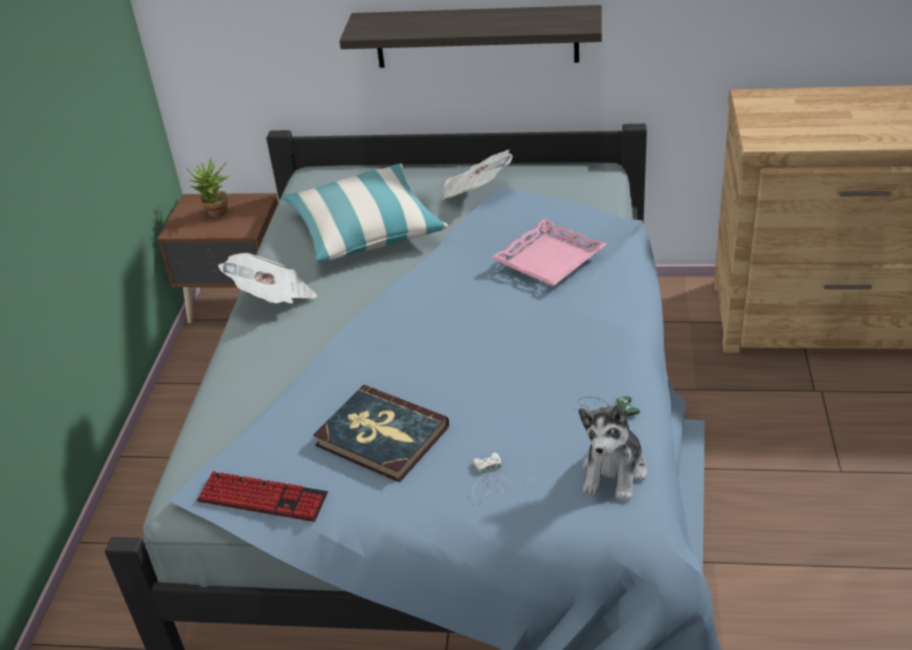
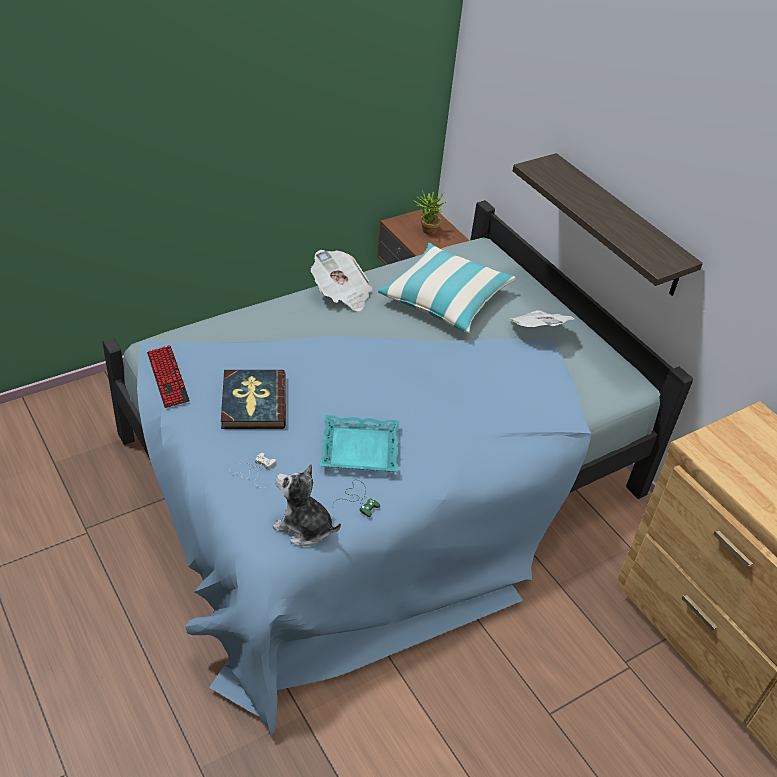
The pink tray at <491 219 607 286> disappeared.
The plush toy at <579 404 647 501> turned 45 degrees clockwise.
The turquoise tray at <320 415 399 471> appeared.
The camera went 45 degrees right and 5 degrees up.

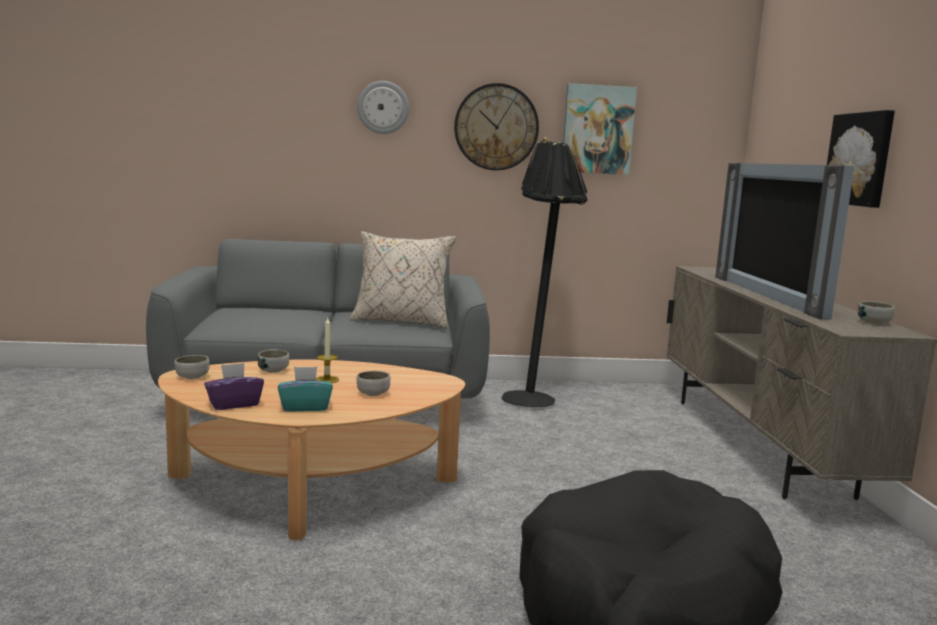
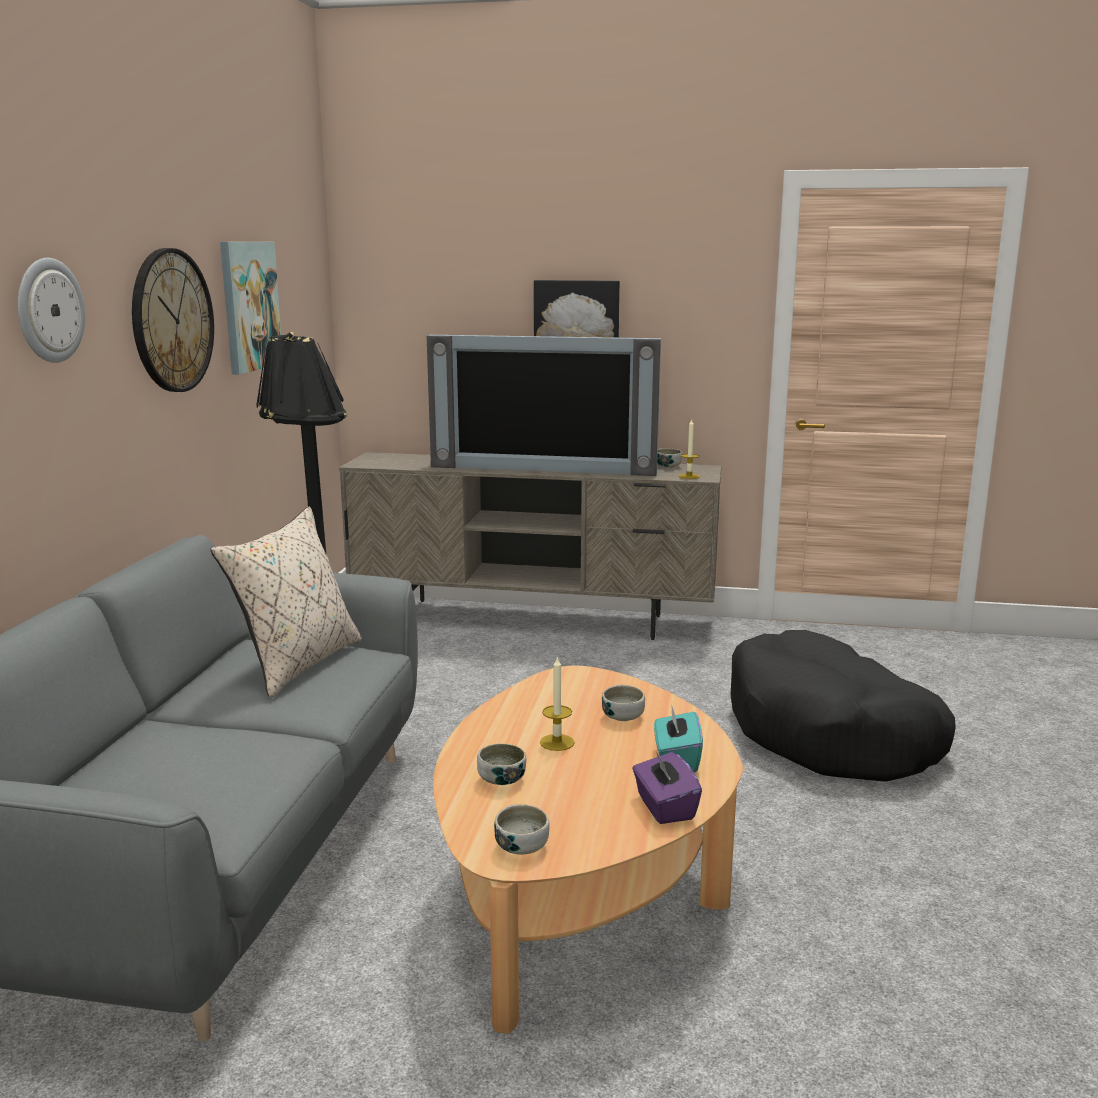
The candle at <678 419 700 479> appeared.
The camera went 75 degrees left and 5 degrees up.

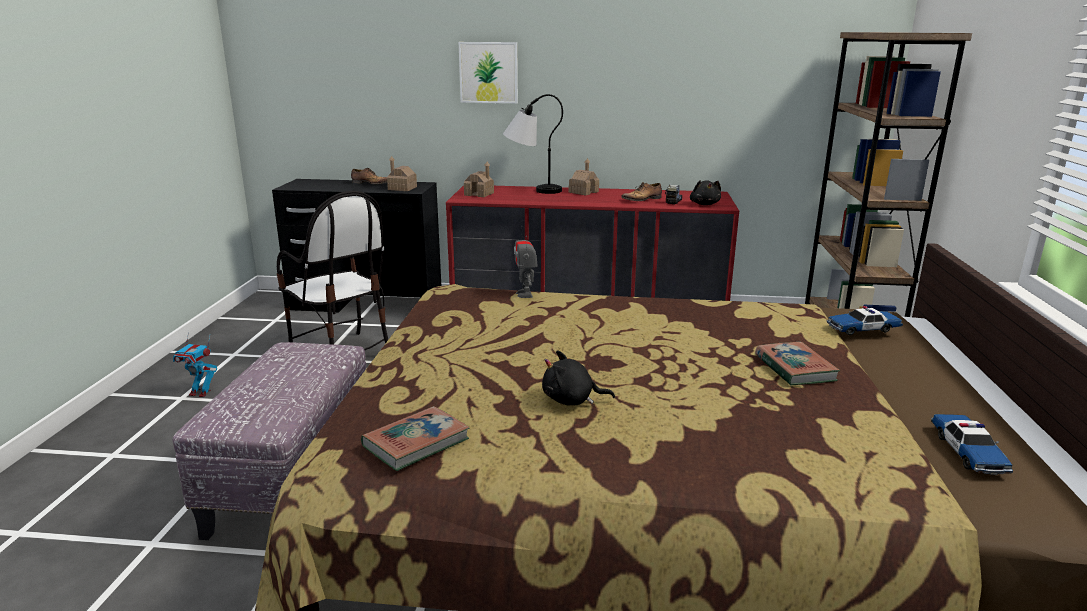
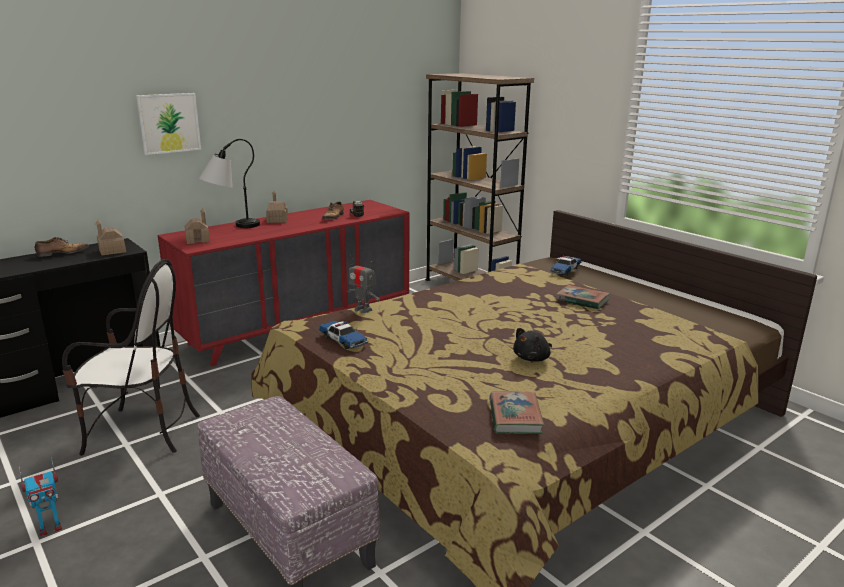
The black plush toy at <690 180 721 205> disappeared.
The toy car moved from <931 414 1013 475> to <319 321 368 349>.
The camera went 45 degrees left and 0 degrees up.

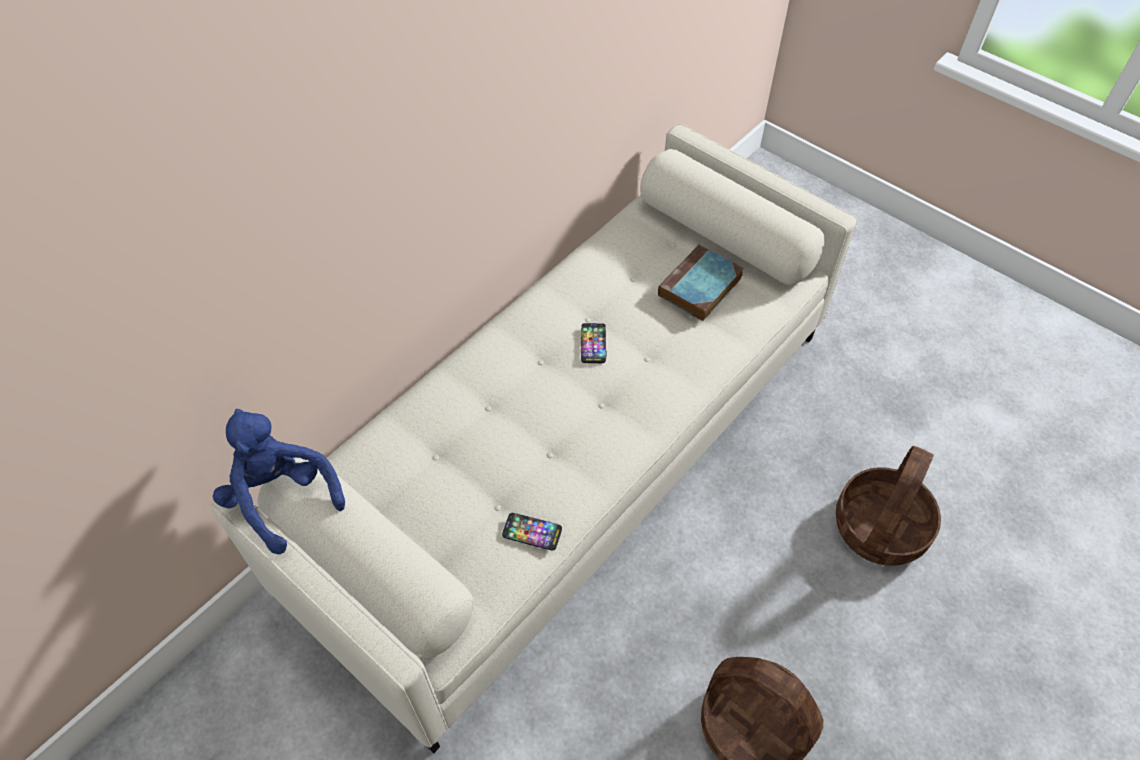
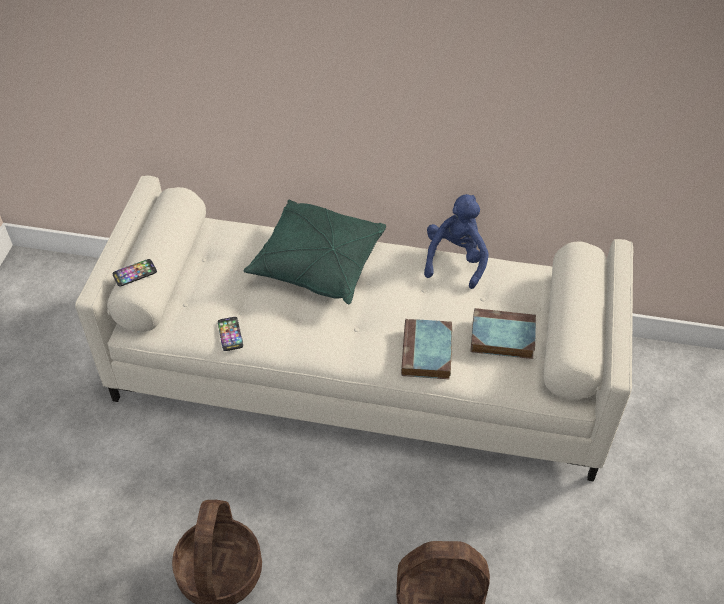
The phone moved from <581 323 607 363> to <112 259 157 287>.
The blue plush toy moved from <213 409 345 555> to <424 194 489 289>.
The green pillow at <244 200 386 304> appeared.
The book at <401 319 452 379> appeared.
The camera went 60 degrees right and 5 degrees down.

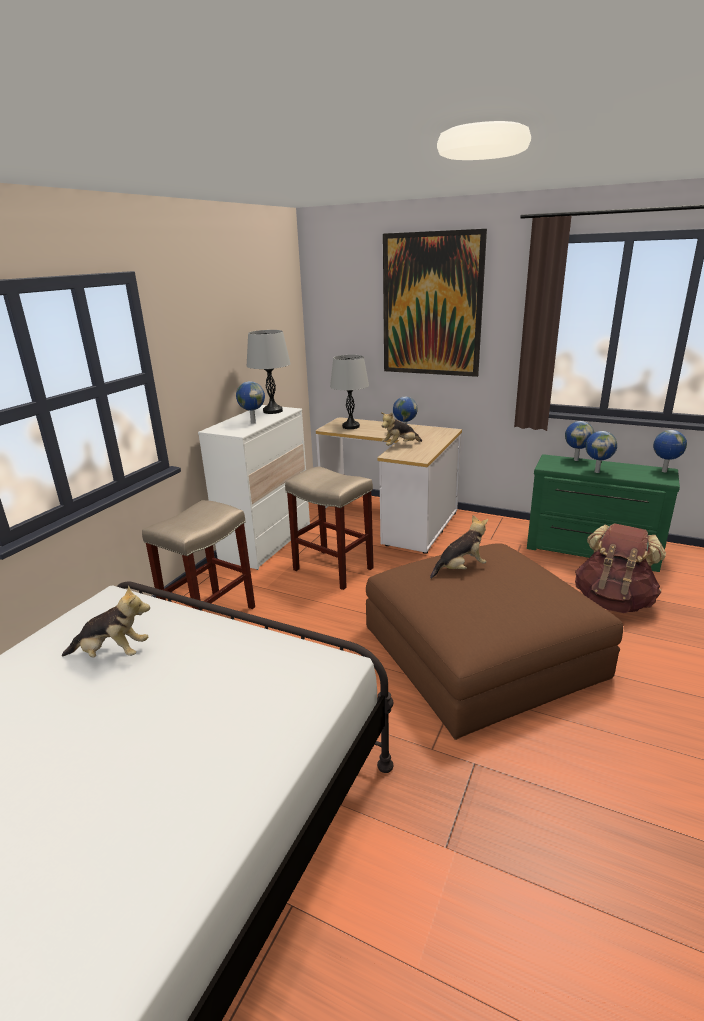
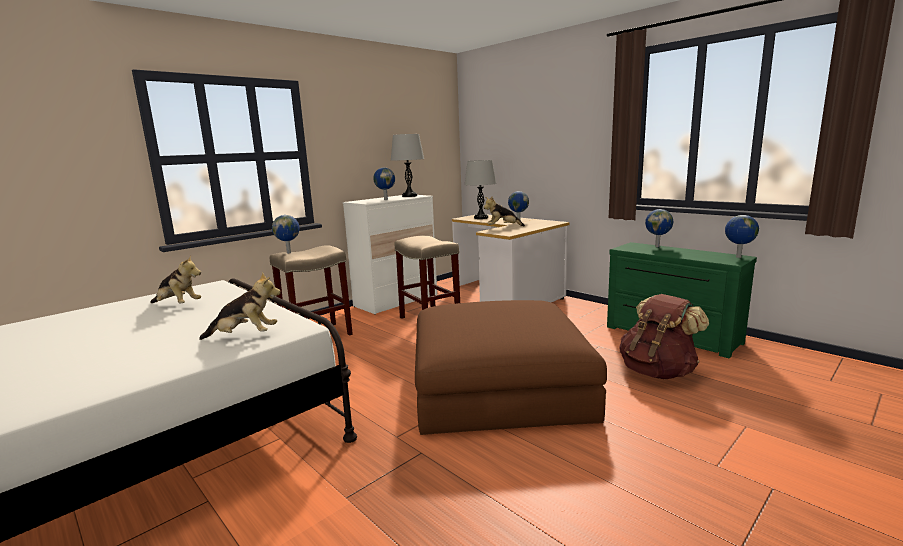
The picture at <383 229 487 377> disappeared.
The globe moved from <586 431 617 473> to <272 215 300 253>.
The plush toy moved from <430 515 488 579> to <199 272 281 340>.
The camera went 20 degrees right and 10 degrees down.

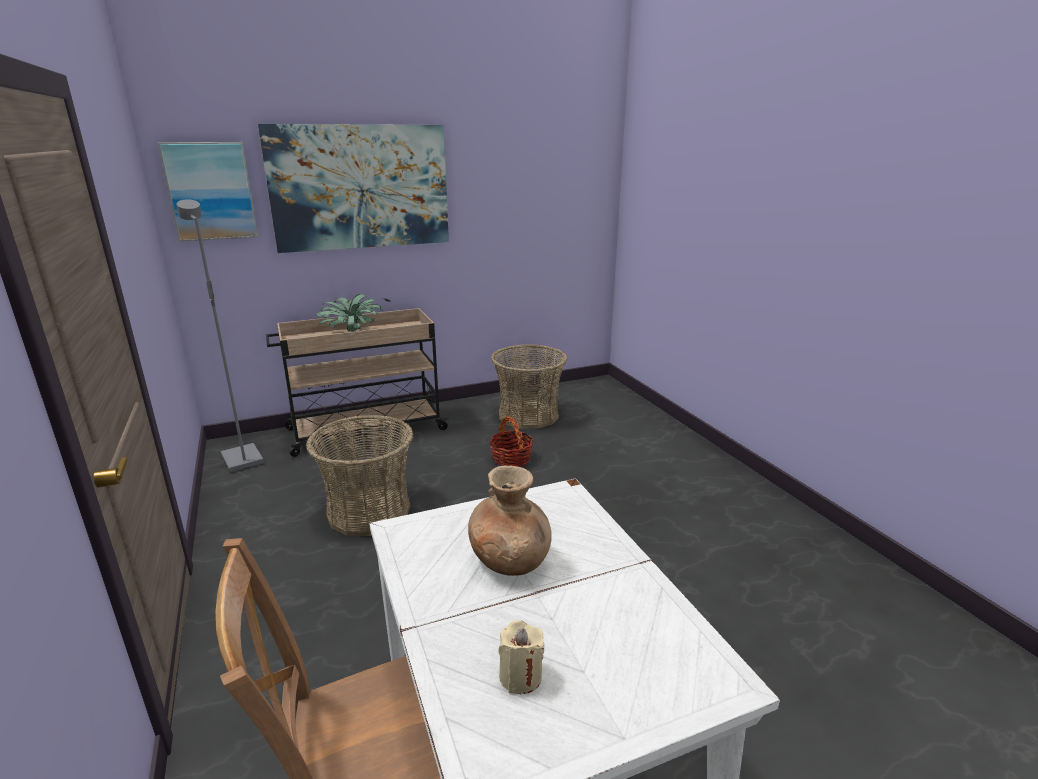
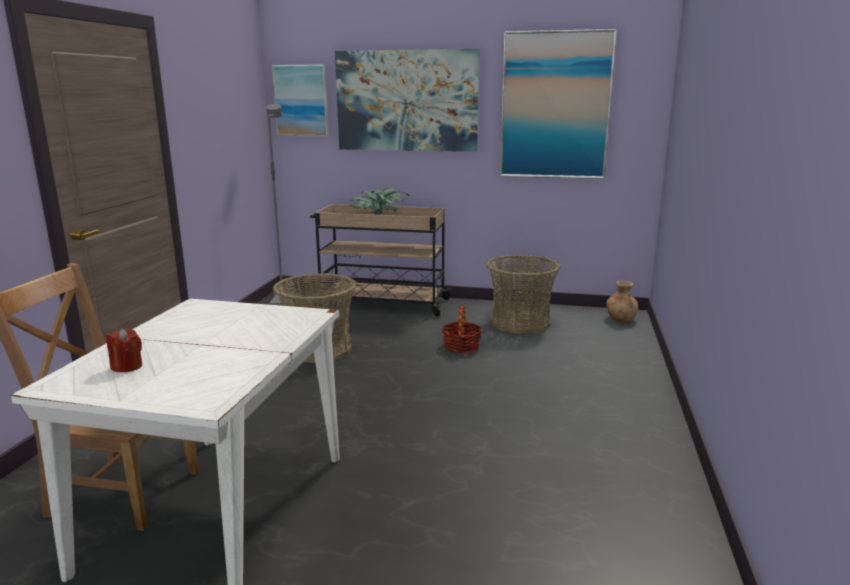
The brown vase moved from <468 466 552 576> to <606 280 638 322>.
The beige candle at <498 620 545 694> became the red candle at <106 329 142 372>.
The picture at <500 29 617 179> appeared.
The camera went 35 degrees right and 5 degrees down.

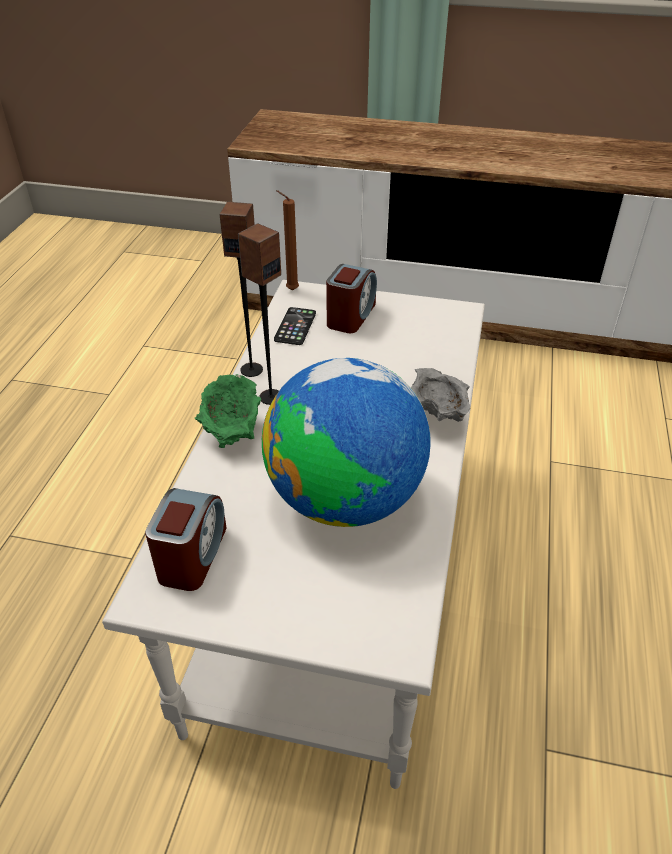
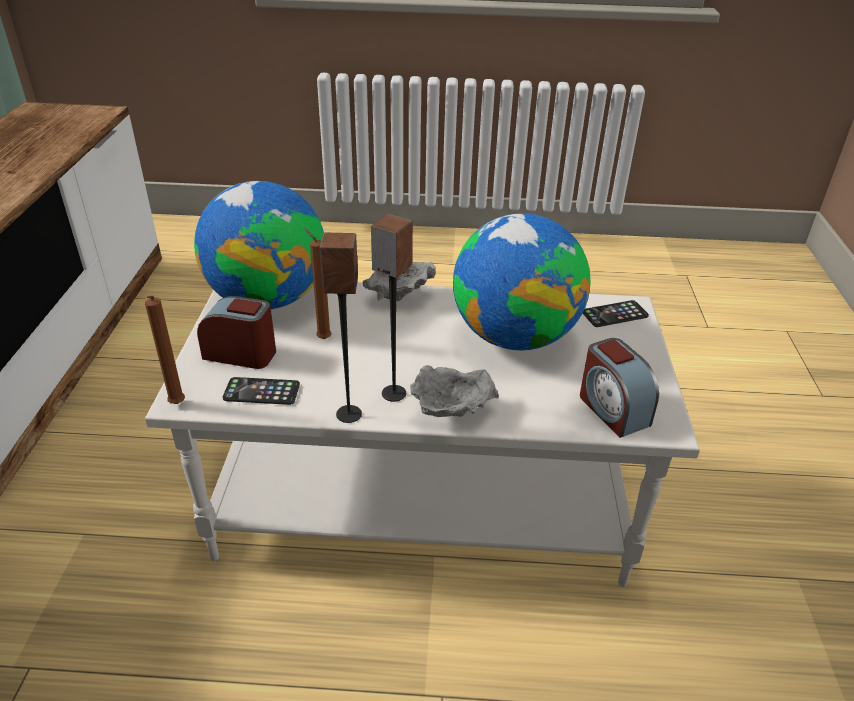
The green bowl at <195 374 261 448> became the grey bowl at <410 365 499 417>.
The alarm clock at <145 488 227 591> turned 120 degrees counterclockwise.
The globe at <194 181 324 310> appeared.
The brown candle at <304 228 332 339> appeared.
The phone at <583 300 649 327> appeared.
The camera went 100 degrees left and 5 degrees down.

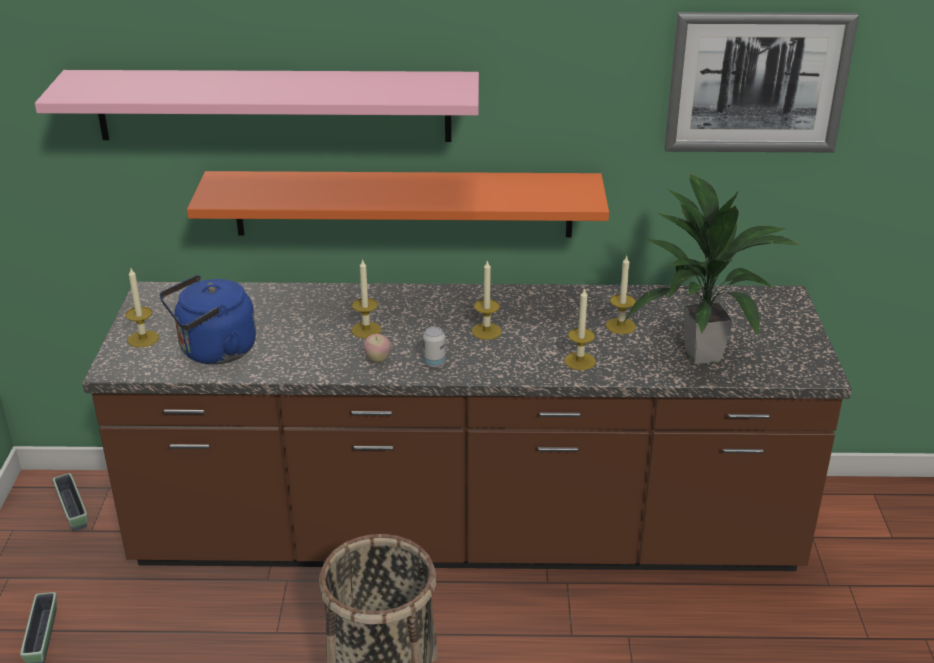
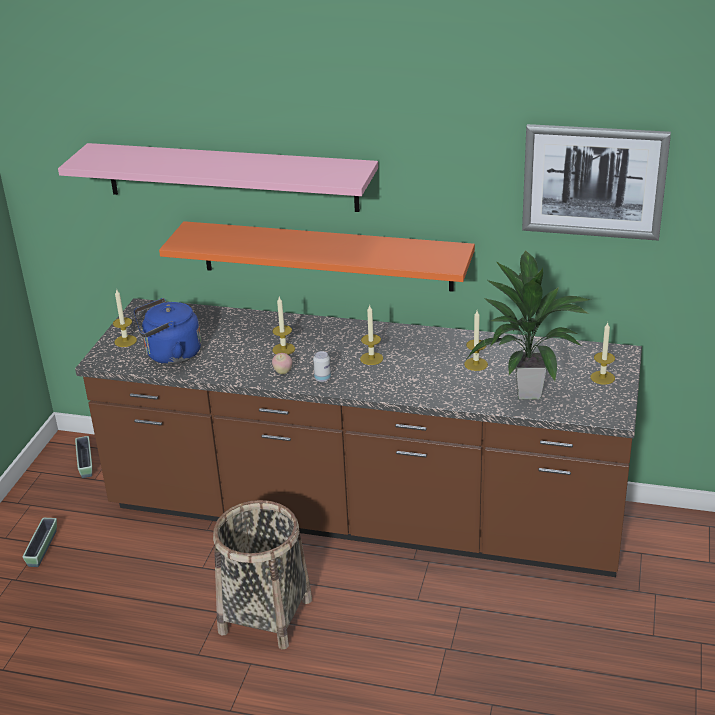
The candle moved from <564 288 596 370> to <591 323 615 385>.
The camera went 15 degrees right and 0 degrees up.

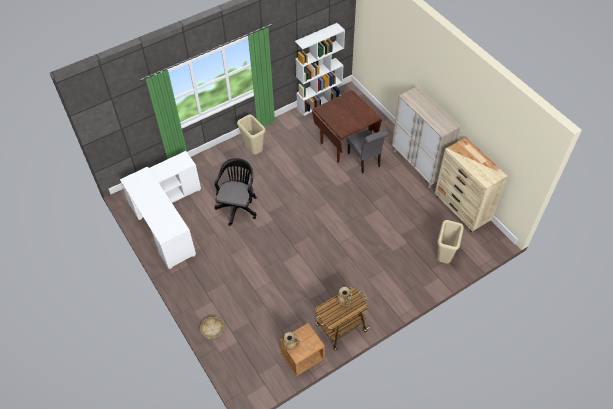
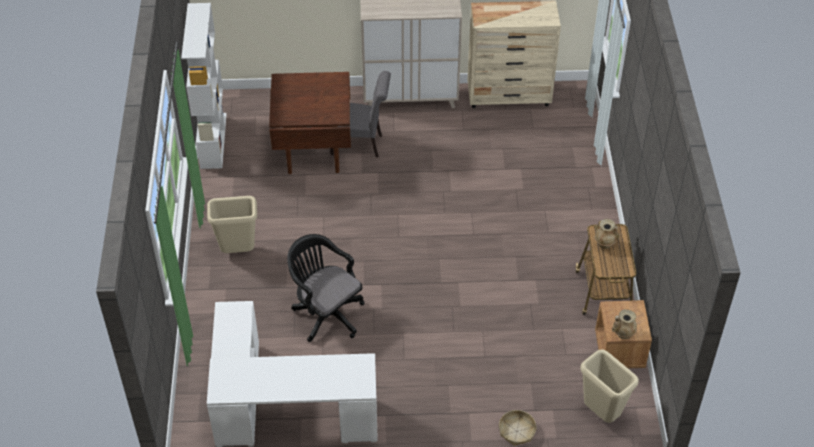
The beige trash can moved from <437 220 464 263> to <580 349 639 423>.
The camera went 60 degrees left and 5 degrees down.

